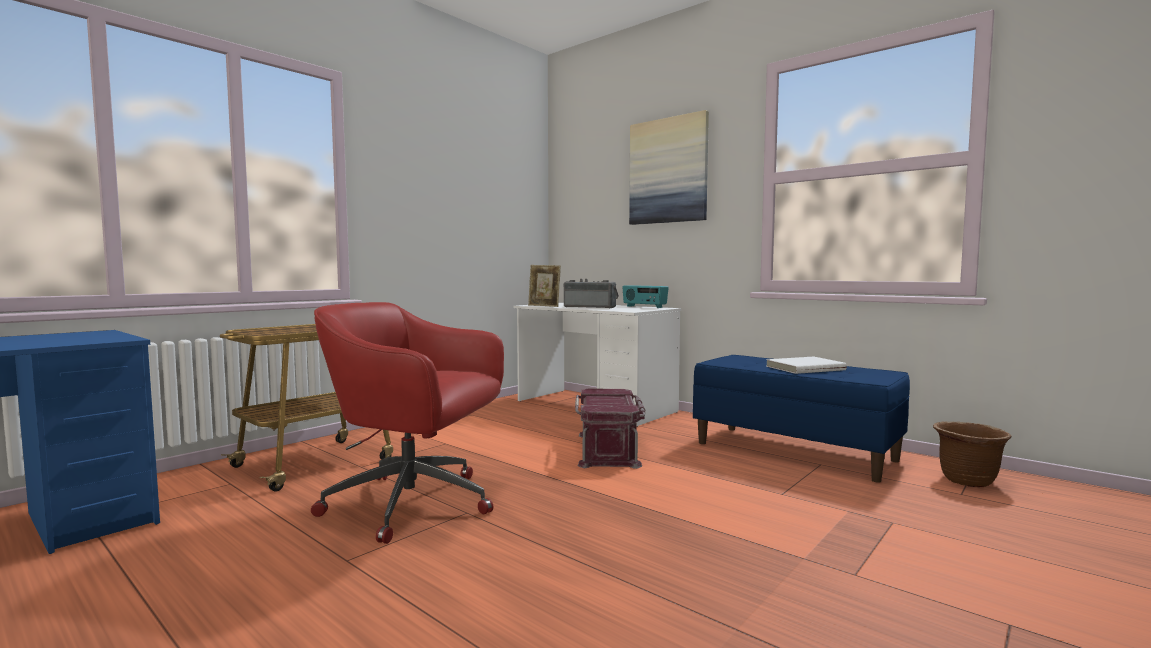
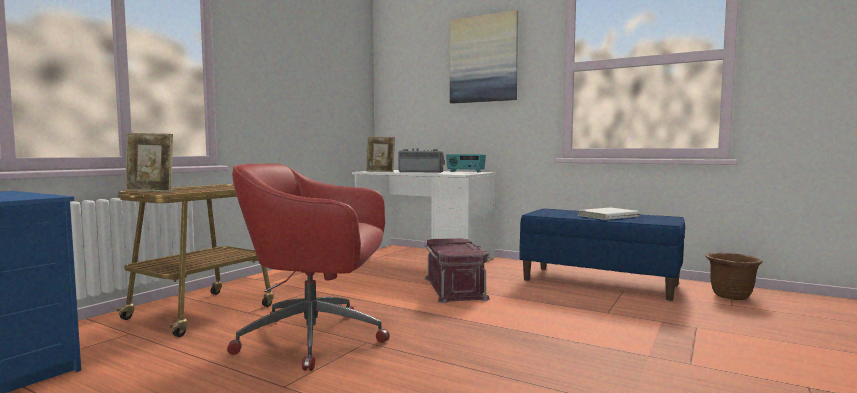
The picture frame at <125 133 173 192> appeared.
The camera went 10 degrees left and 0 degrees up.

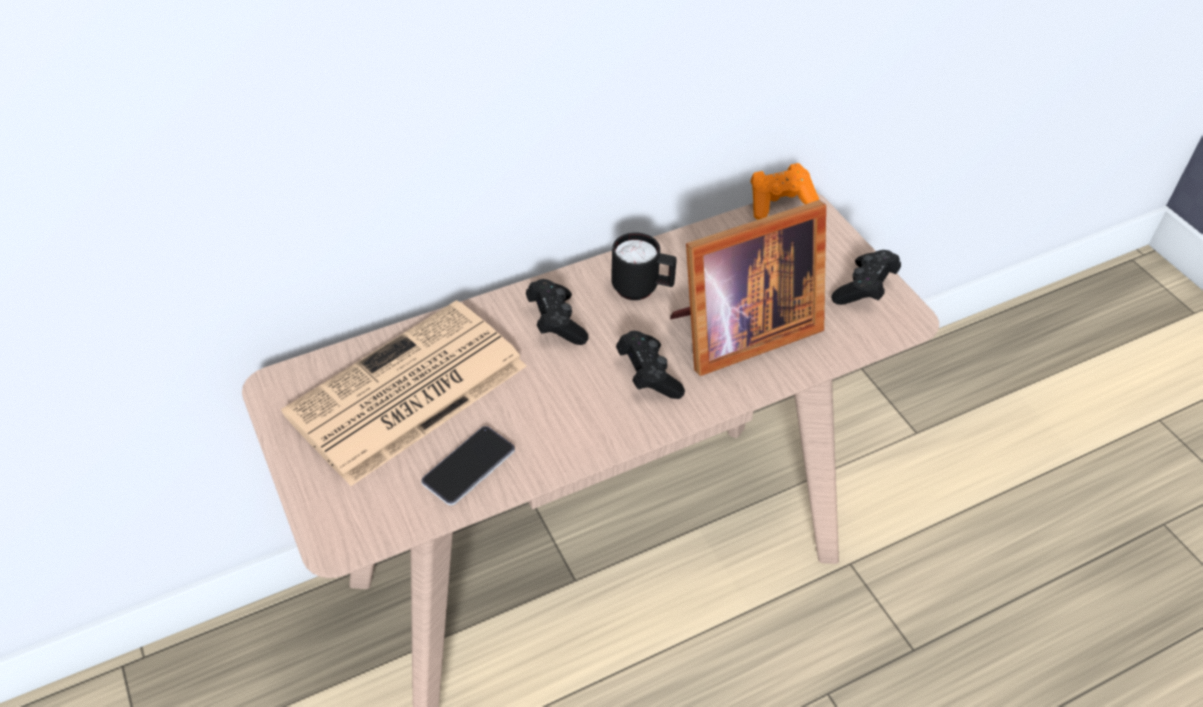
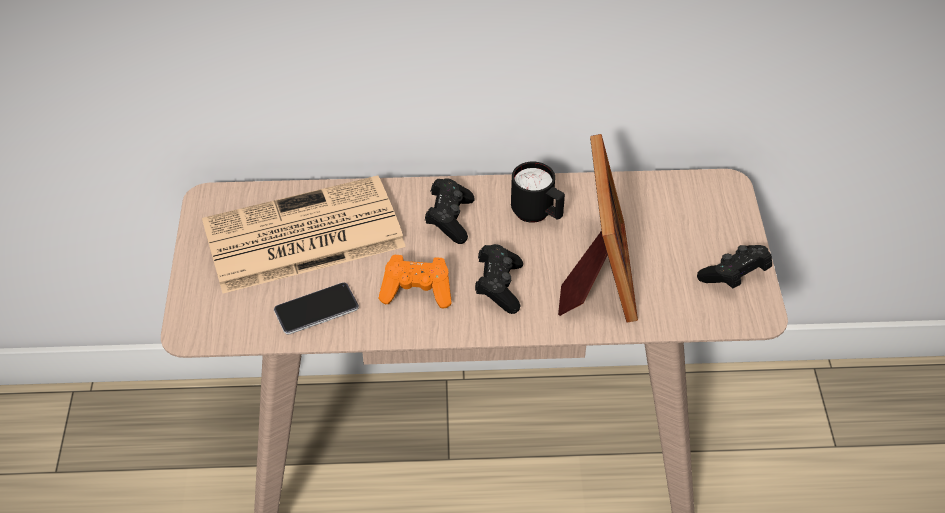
The orange game controller moved from <750 163 819 220> to <379 255 452 308>.
The picture frame at <670 200 826 376> turned 90 degrees counterclockwise.
The camera went 25 degrees right and 0 degrees up.

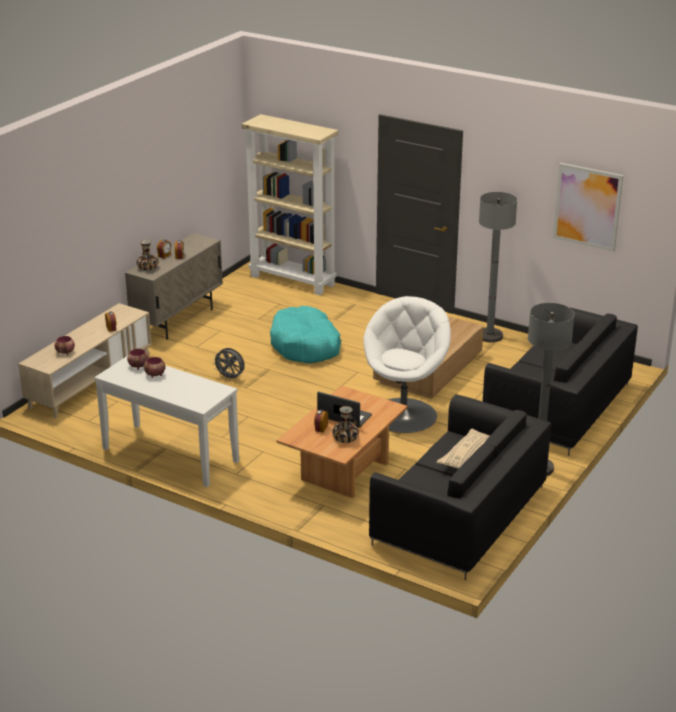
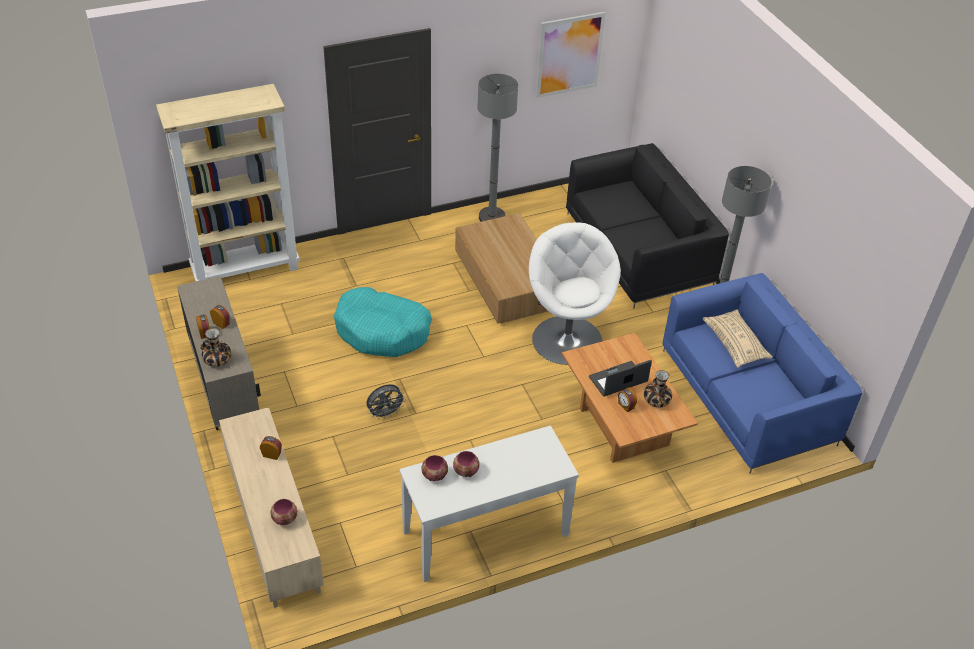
The black sofa at <369 395 551 580> became the blue sofa at <662 273 862 474>.
The camera went 55 degrees left and 15 degrees up.

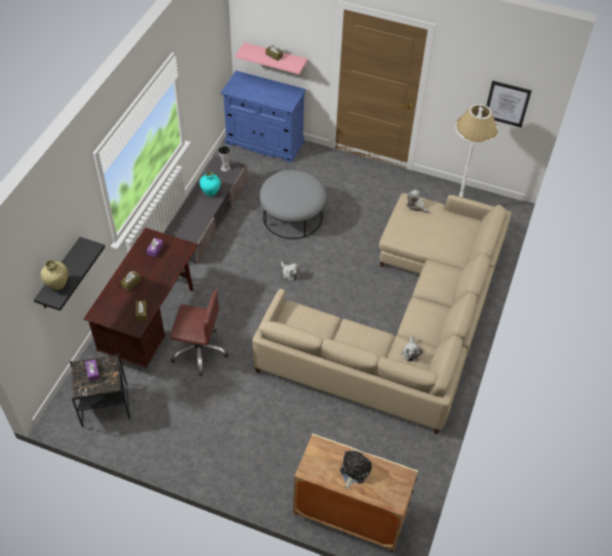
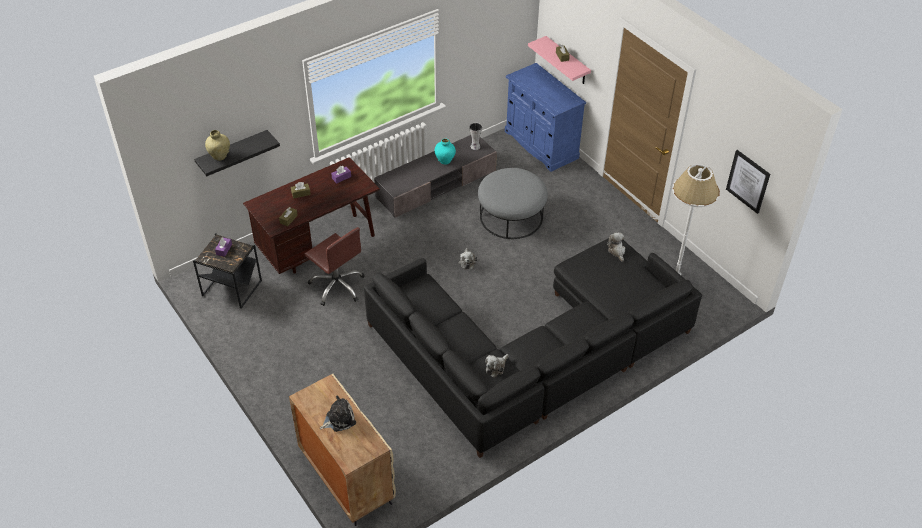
The beige sofa at <252 193 511 434> became the black sofa at <364 238 702 458>.
The camera went 35 degrees right and 5 degrees down.

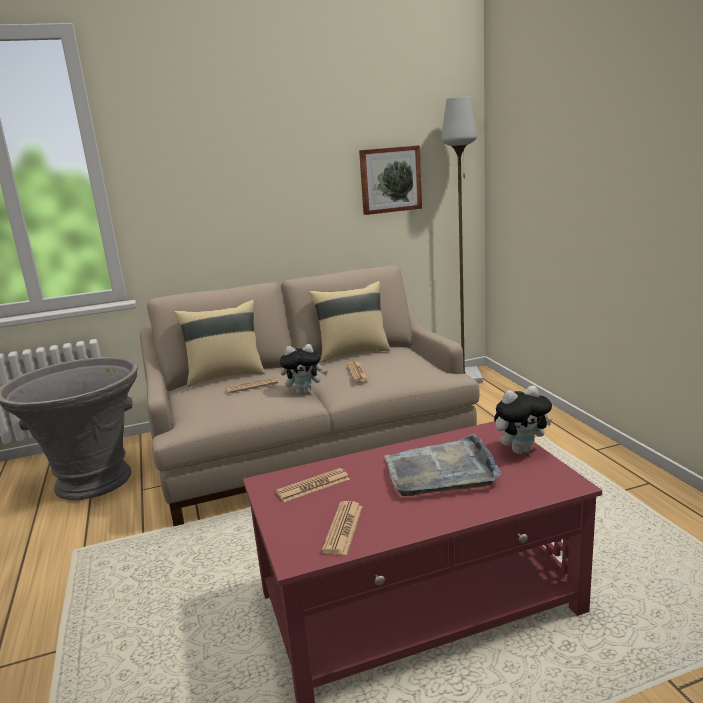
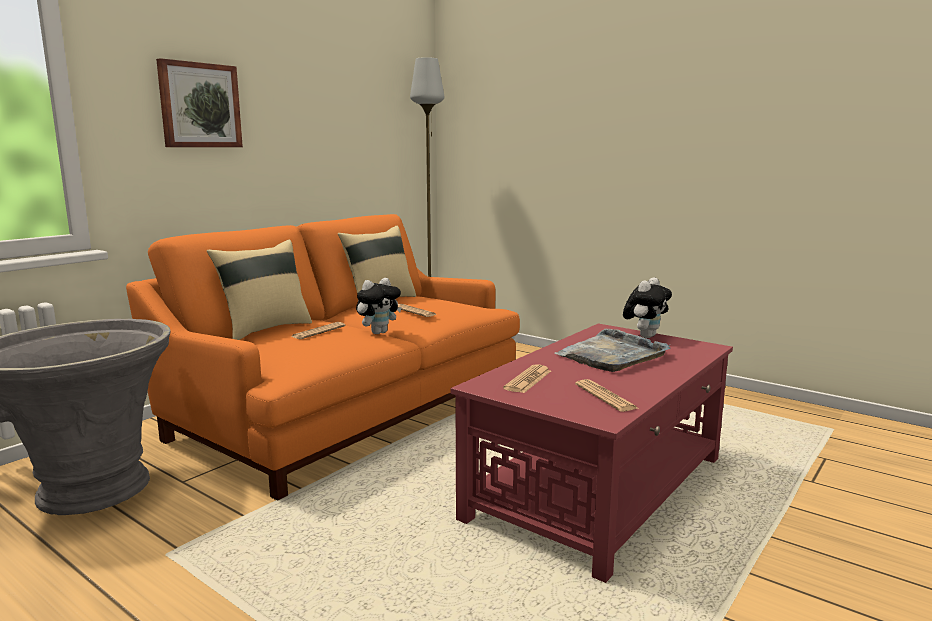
The picture moved from <359 145 422 215> to <156 58 243 147>.
The beige sofa at <140 265 480 526> became the orange sofa at <126 214 520 500>.
The camera went 35 degrees left and 5 degrees down.

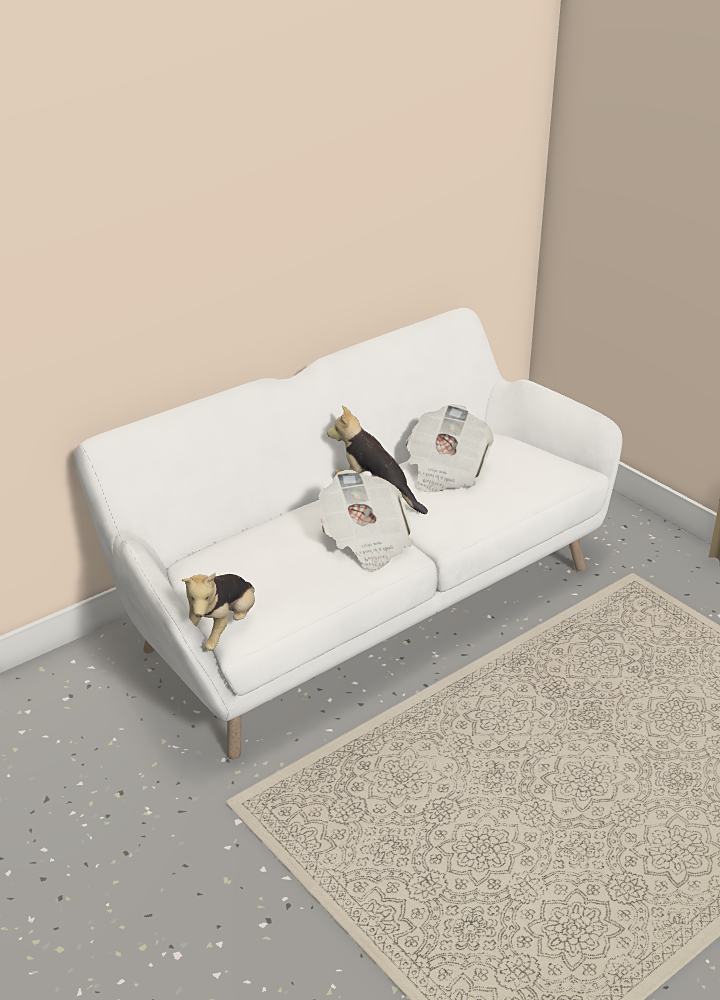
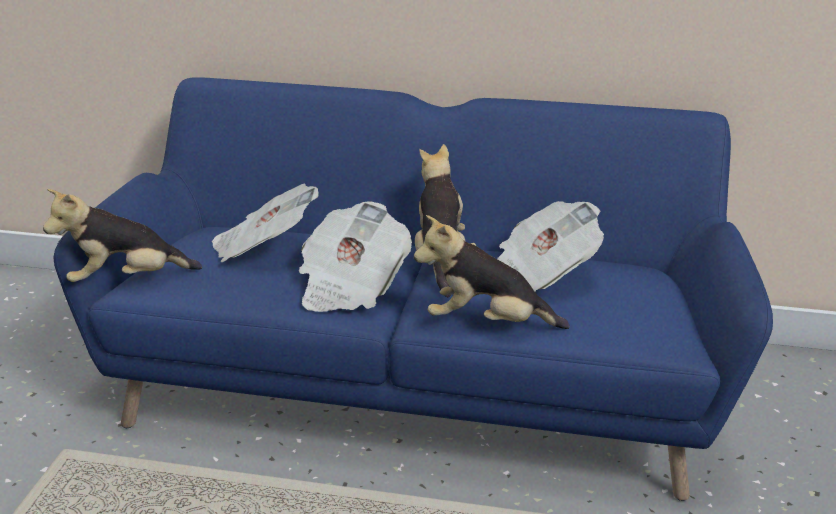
The white sofa at <74 308 622 760> became the blue sofa at <53 77 773 501>.
The newspaper at <212 183 319 262> appeared.
The plush toy at <414 215 570 329> appeared.
The camera went 50 degrees right and 5 degrees down.

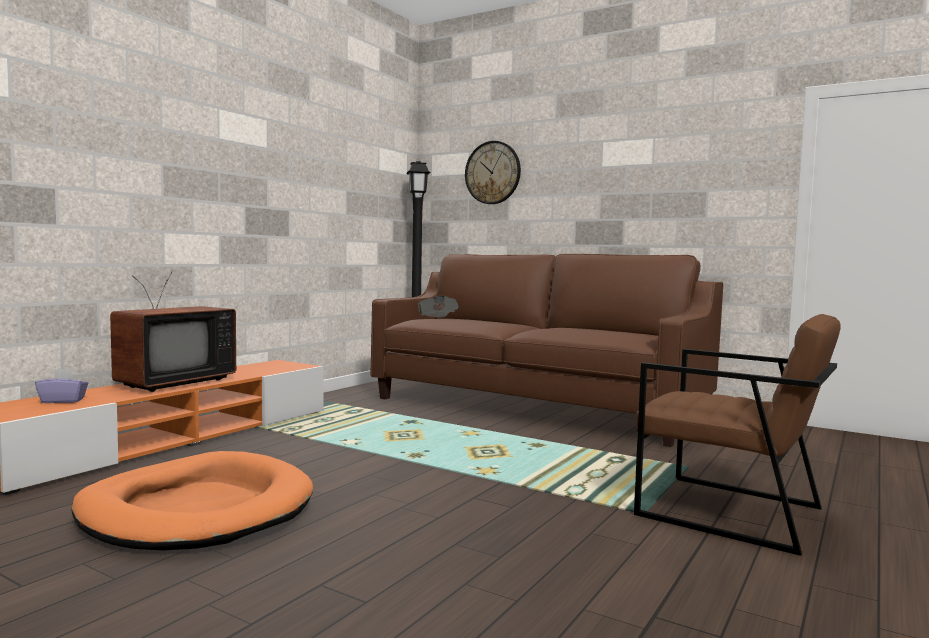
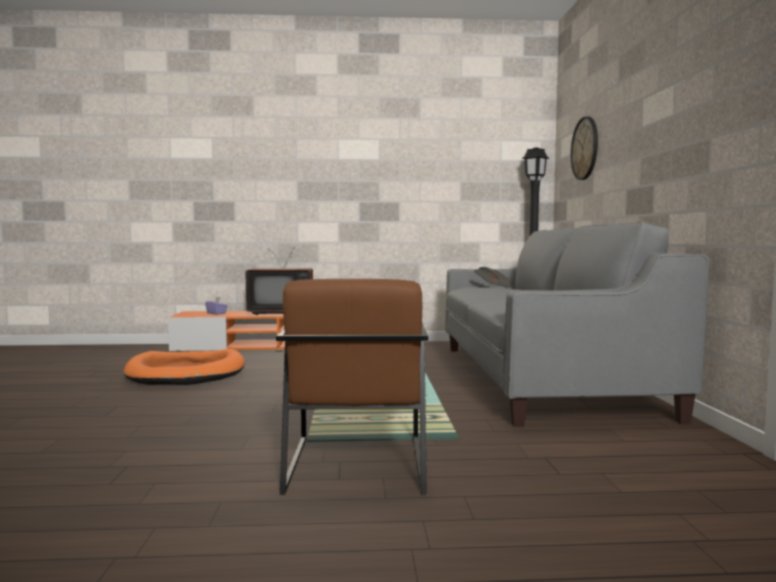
The brown sofa at <370 254 723 447> became the grey sofa at <445 222 709 427>.
The camera went 55 degrees right and 0 degrees up.

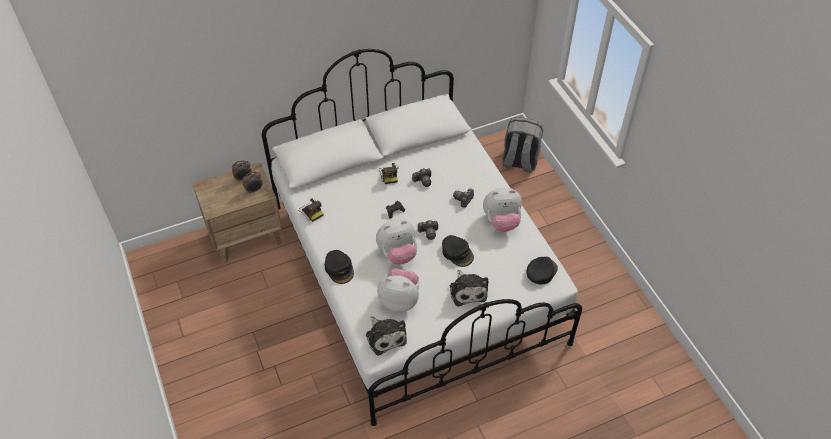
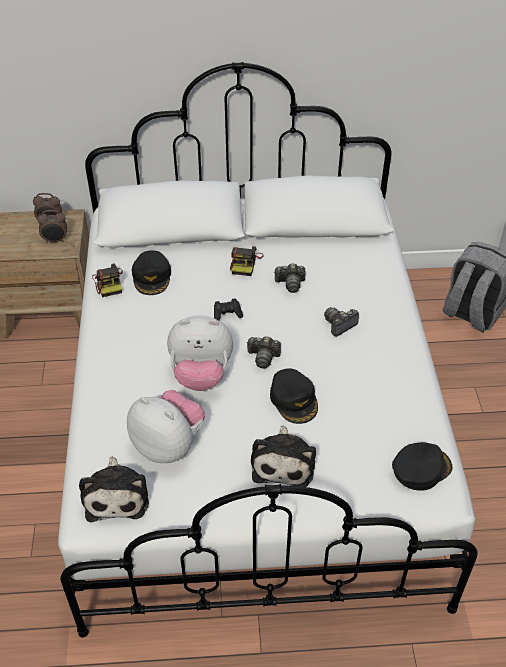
The plush toy at <483 187 522 232> disappeared.
The black cap moved from <325 250 354 284> to <132 250 171 295>.
The camera went 20 degrees right and 5 degrees down.

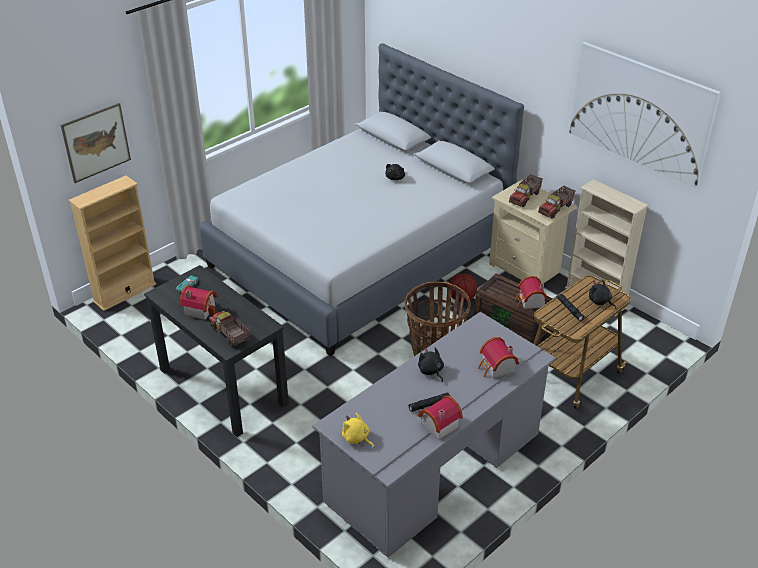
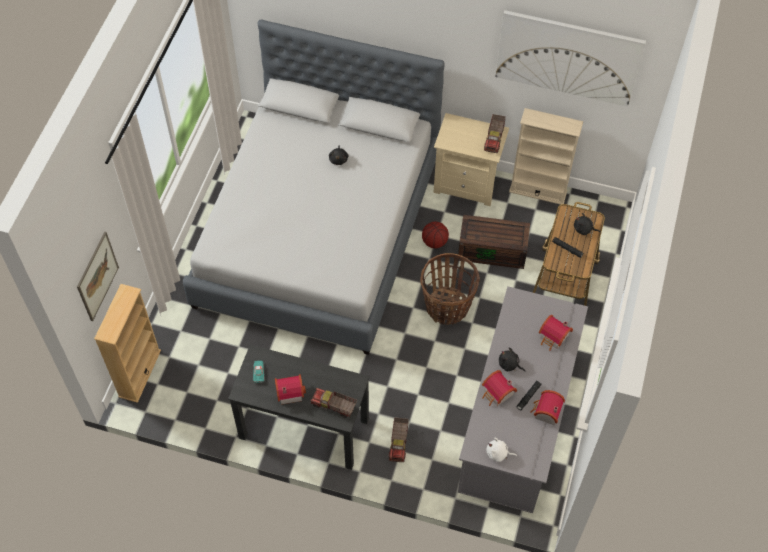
The toy truck moved from <509 174 543 207> to <389 417 409 462>.
The toy house moved from <515 276 548 309> to <482 370 517 406>.
The yellow plush toy at <342 413 374 448> became the white plush toy at <486 438 517 462>.
The camera went 30 degrees left and 20 degrees up.

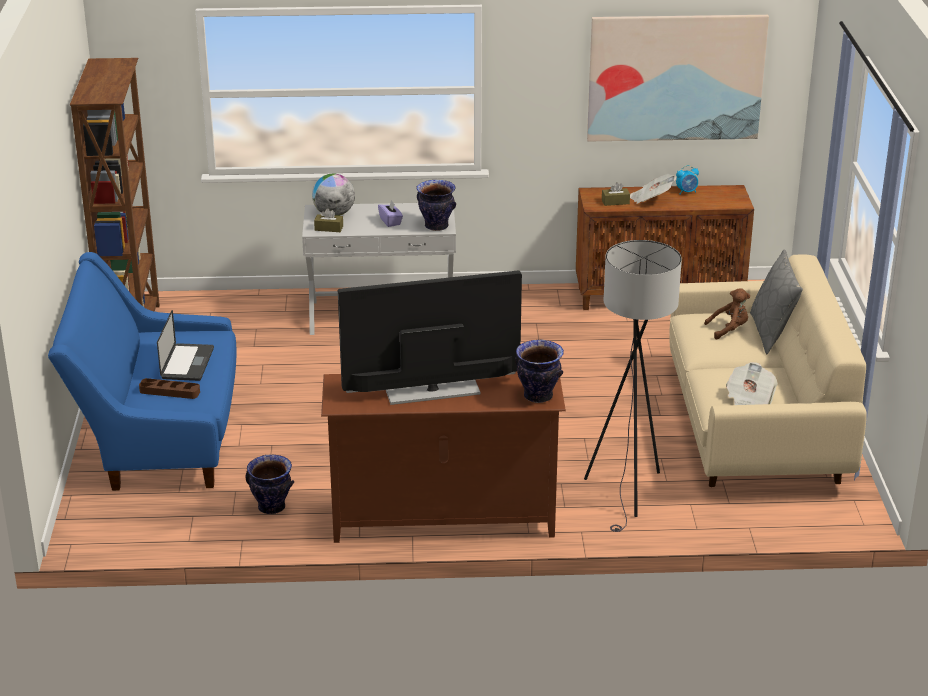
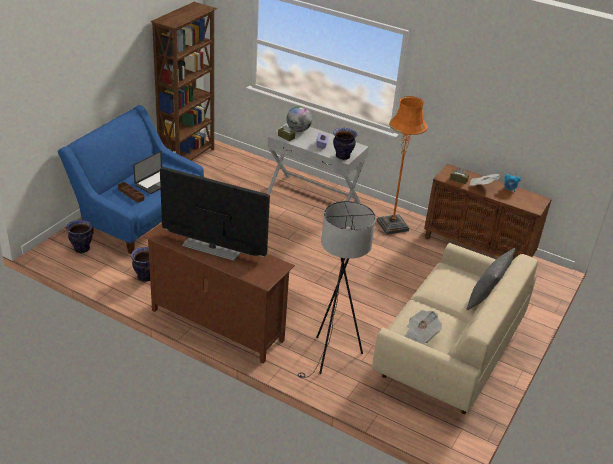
The picture at <587 15 769 142> disappeared.
The brown plush toy at <704 288 750 339> disappeared.
The vase moved from <515 339 564 403> to <66 220 93 253>.
The orange floor lamp at <376 96 428 235> appeared.
The camera went 30 degrees right and 5 degrees up.

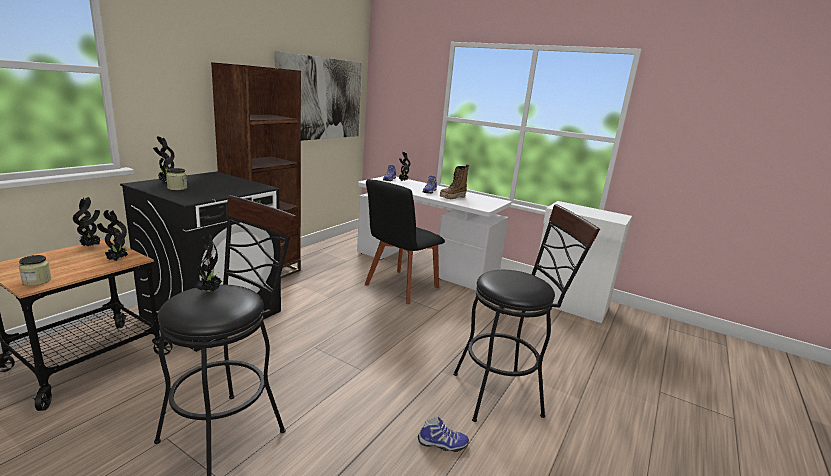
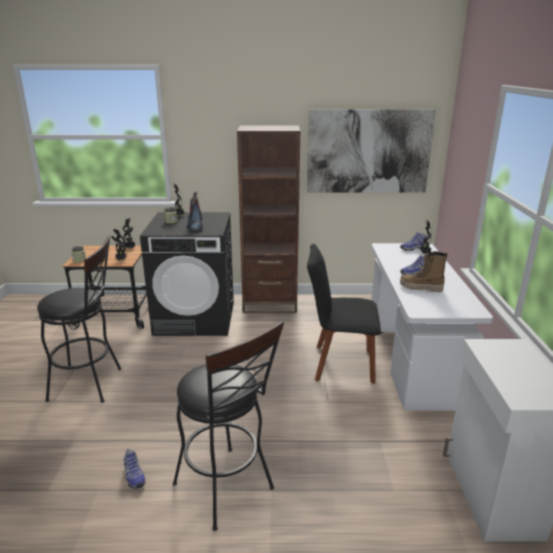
The potted plant at <194 226 222 292> disappeared.
The boot at <187 192 203 231> appeared.
The camera went 60 degrees right and 5 degrees up.

